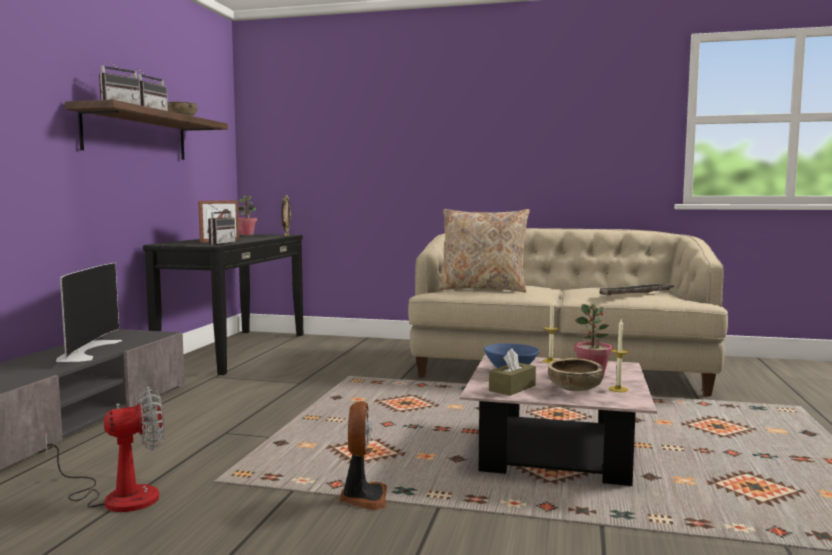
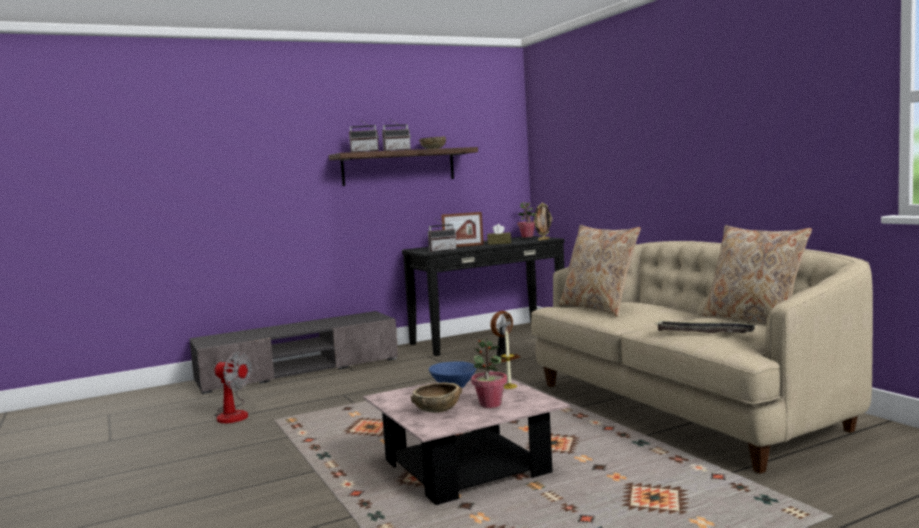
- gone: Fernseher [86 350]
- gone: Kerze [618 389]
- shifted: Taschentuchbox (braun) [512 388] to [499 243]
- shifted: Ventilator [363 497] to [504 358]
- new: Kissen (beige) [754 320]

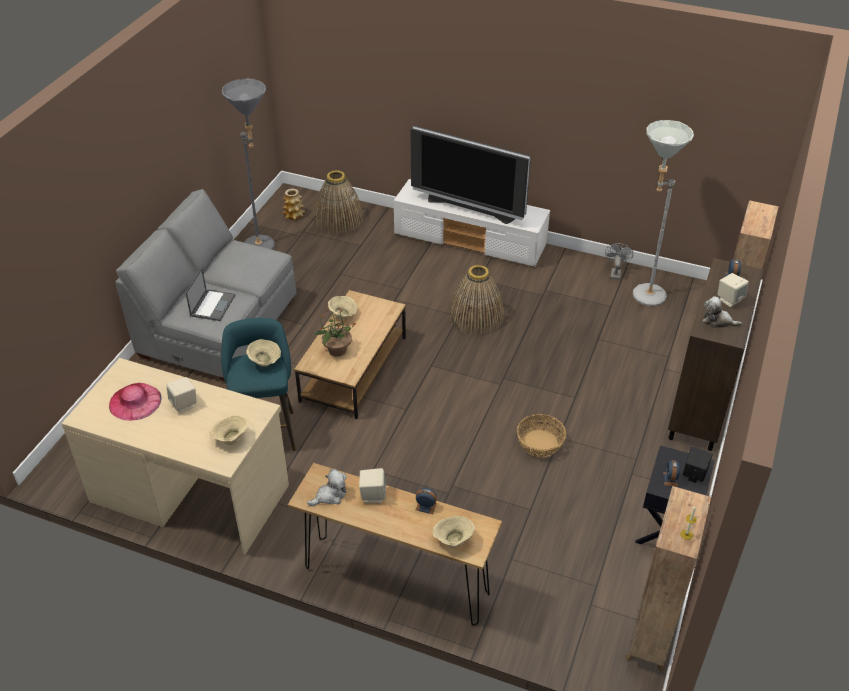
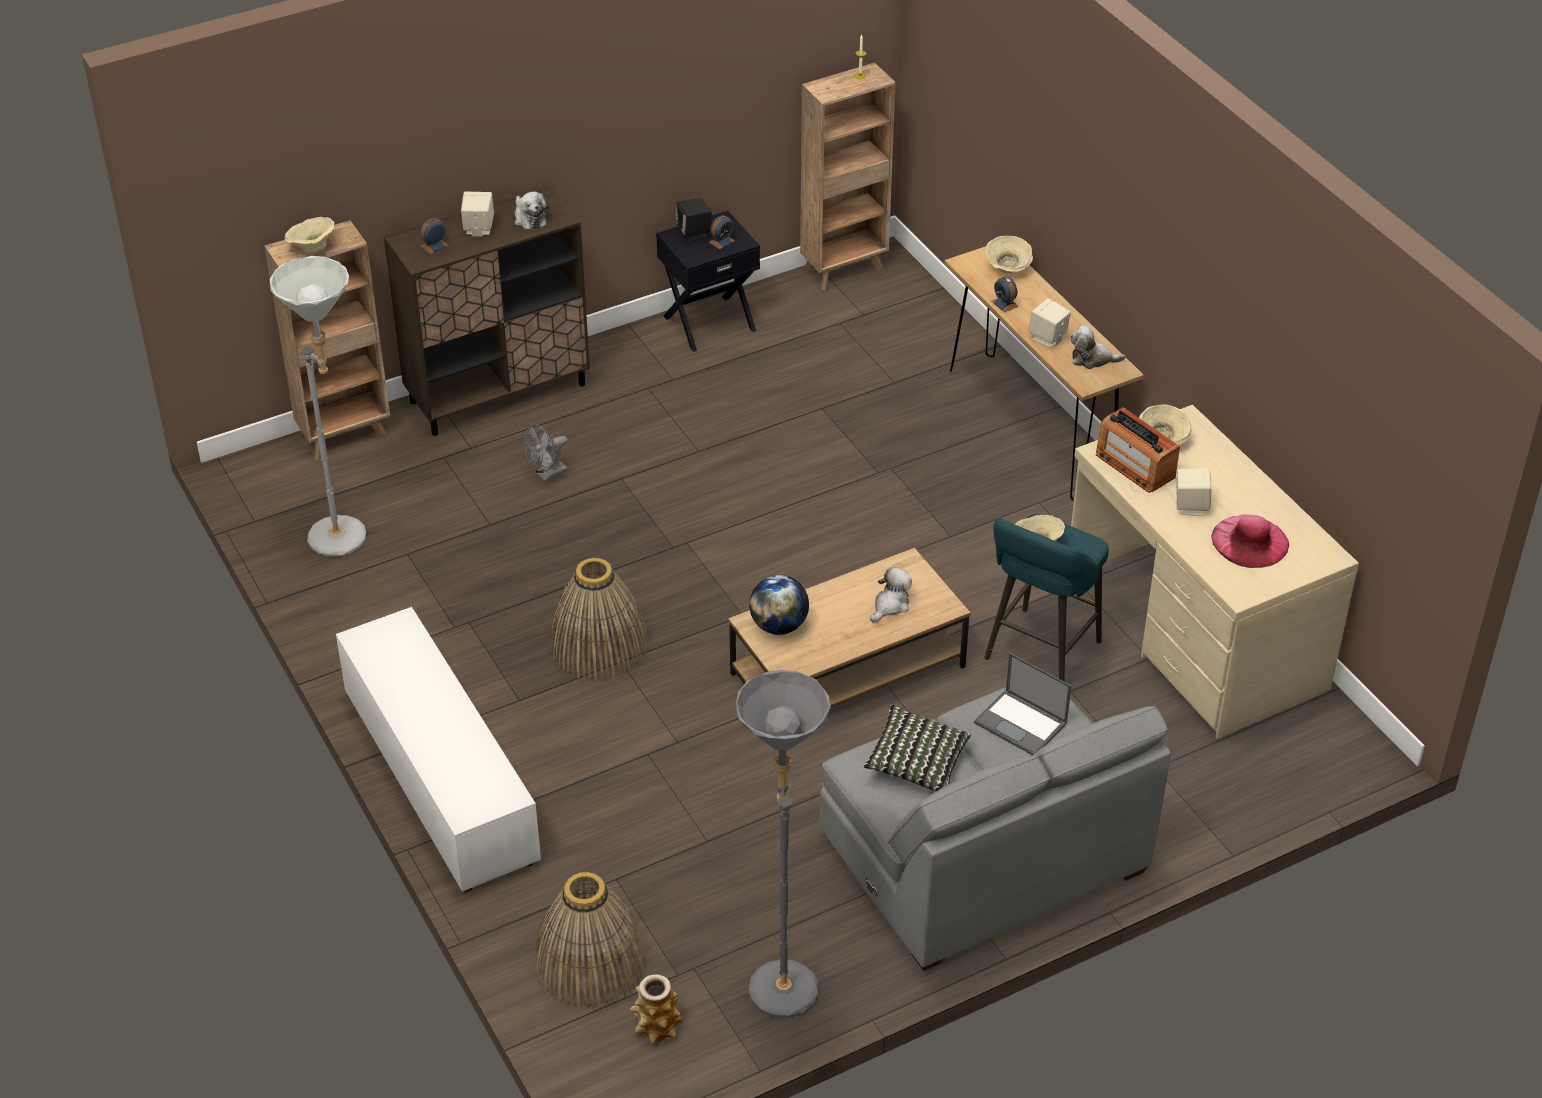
- gone: Fernseher [470 208]
- shifted: Ventilator (grau) [615 272] to [547 474]
- rotated: Laptop [213 305] = [1021 723] 105 degrees counterclockwise
- shifted: Schüssel (beige) [343 315] to [312 248]
- swapped: Topfpflanze [336 350] to Plüschtier [890 605]
- gone: Korb [539 443]
- new: Radio [1134 466]
- new: Globus [779 626]
- new: Kissen [917 763]

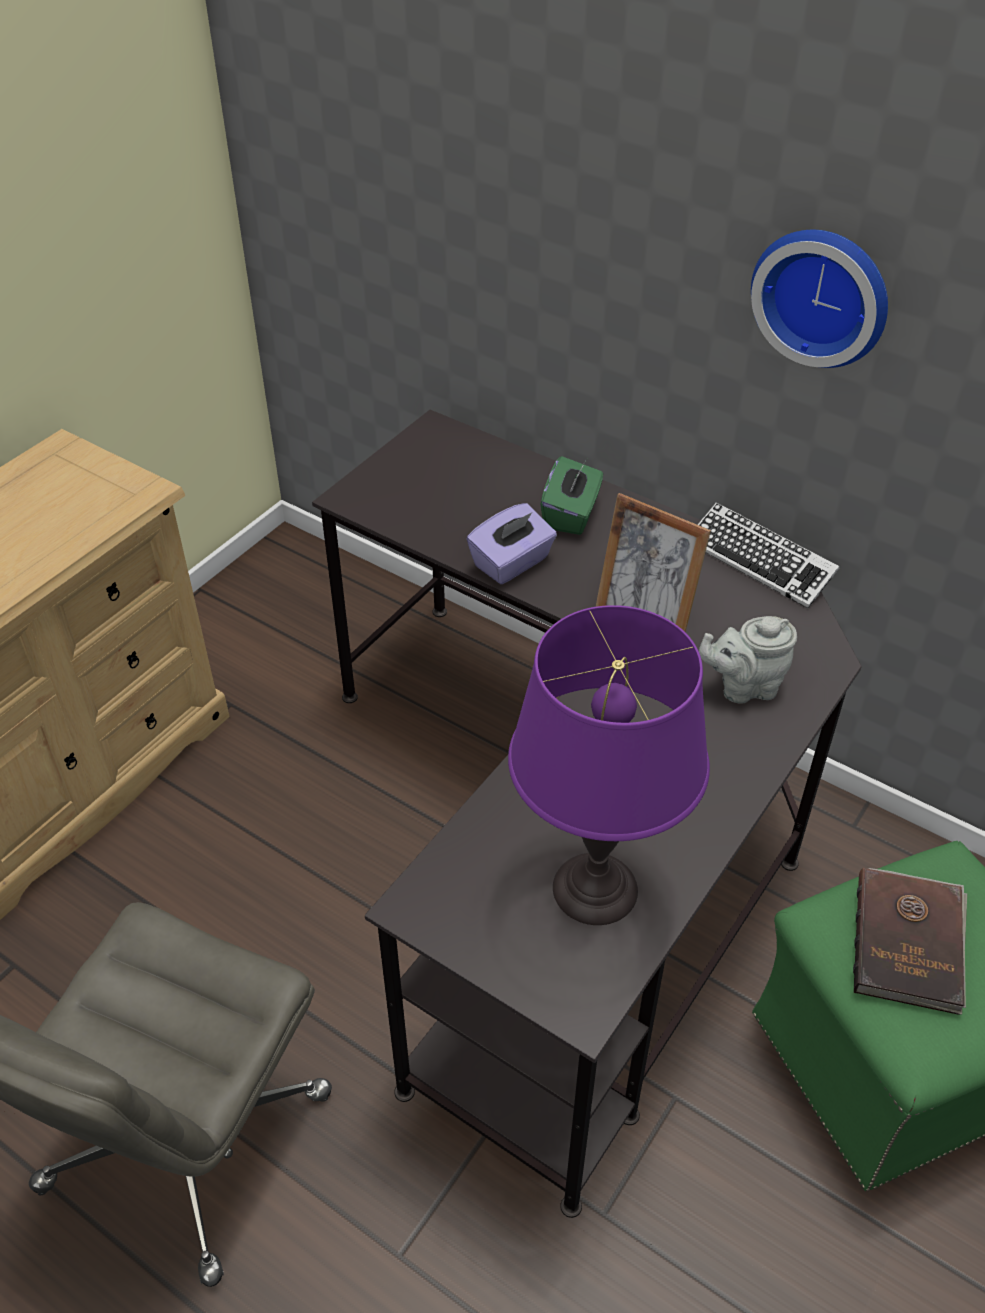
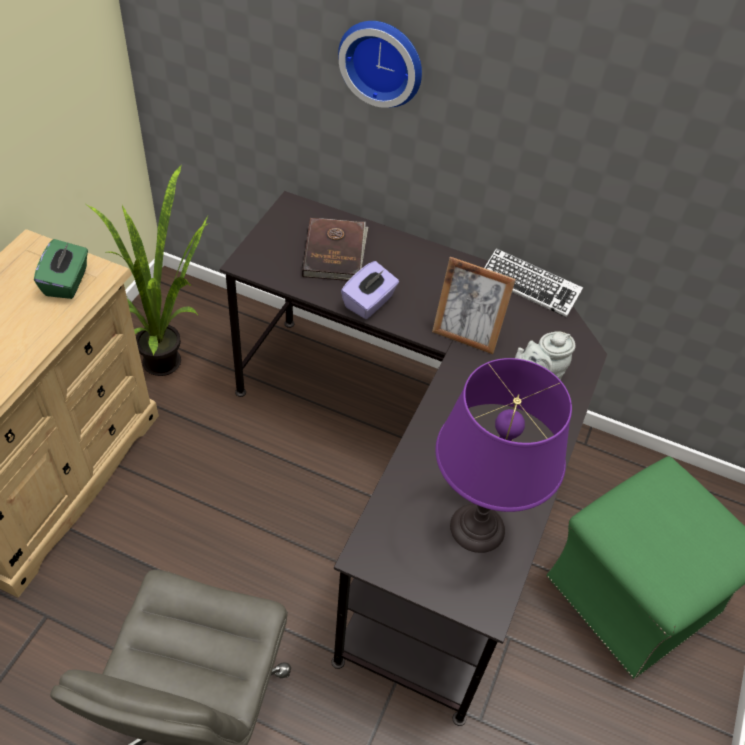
- shifted: Wanduhr [823 294] to [383 61]
- shifted: Taschentuchbox (grün) [571 514] to [67 282]
- shifted: Buch (braun) [909 942] to [335 252]
- new: Topfpflanze [171 360]

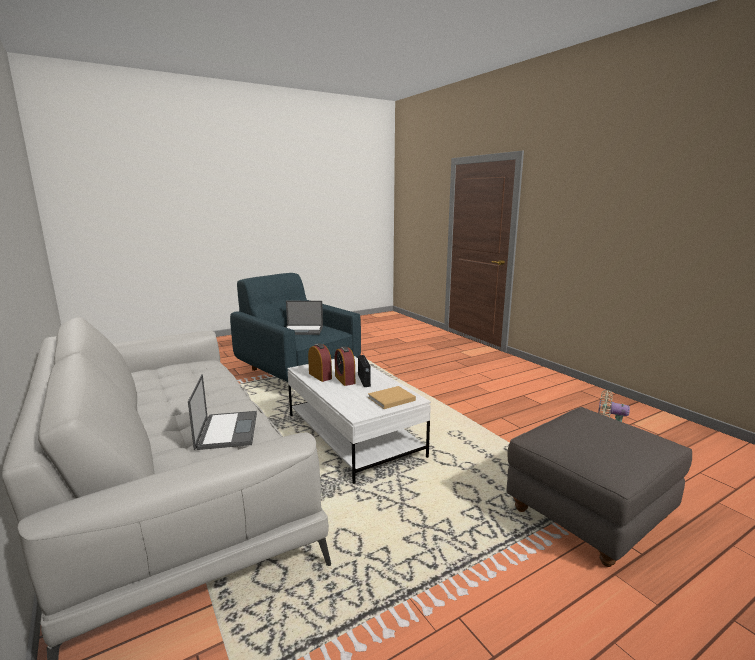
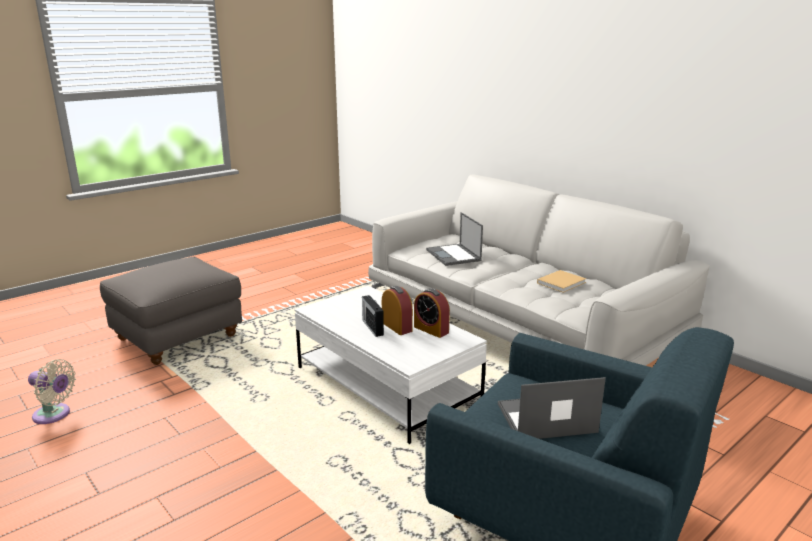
- shifted: Buch (beige) [390 399] to [562 282]

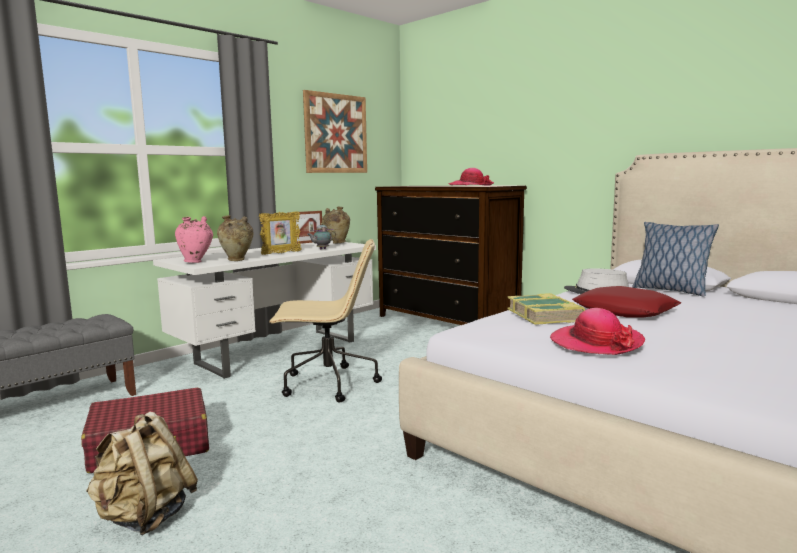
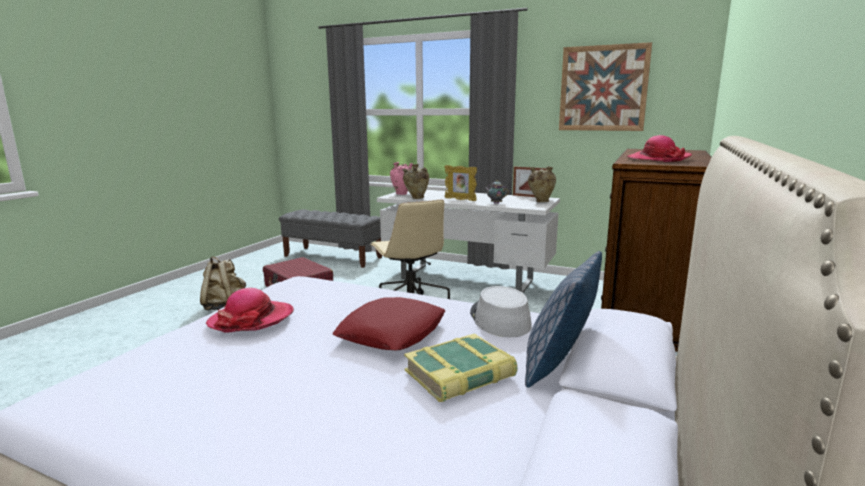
- shifted: Buch [545 315] to [460 375]

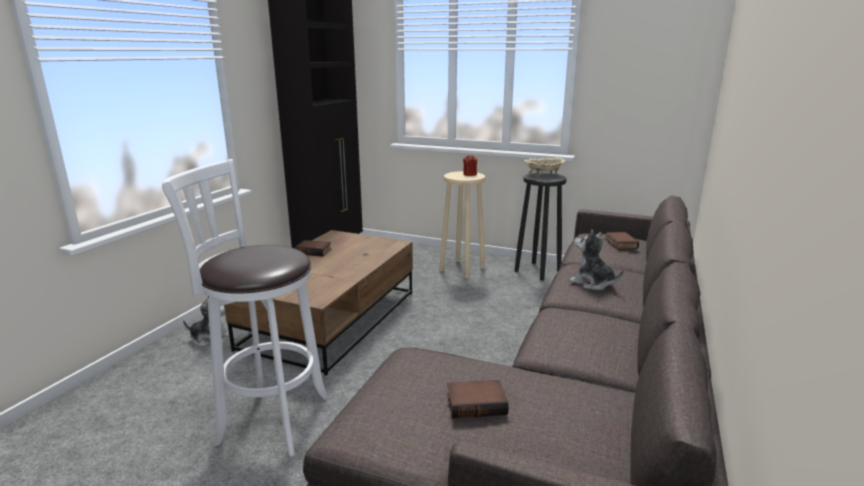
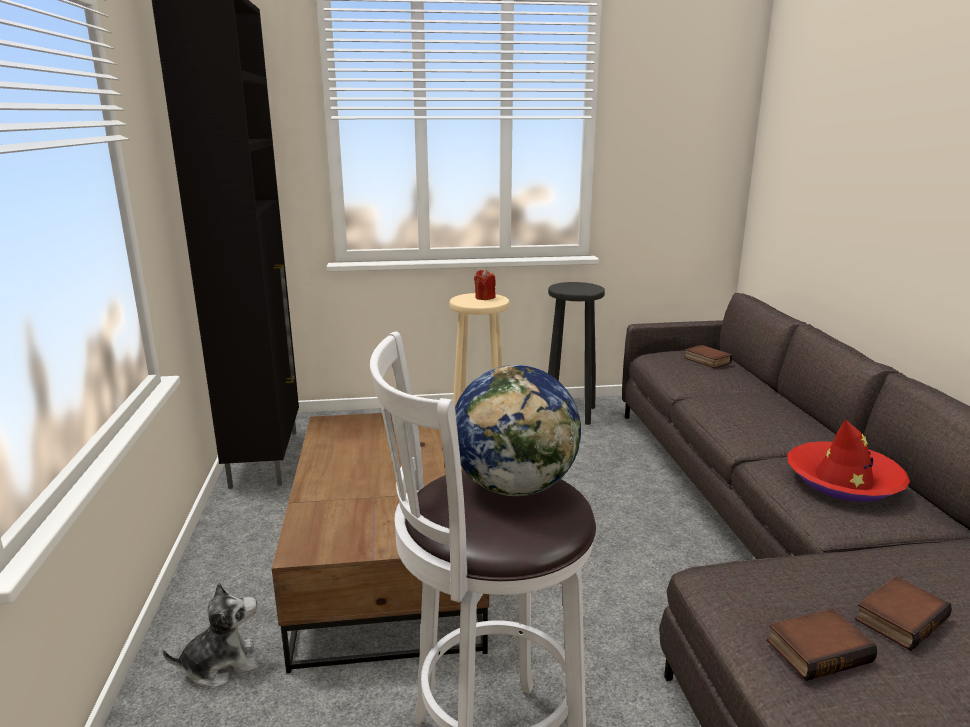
- gone: Schüssel (beige) [543 175]
- gone: Plüschtier [592 283]
- shifted: Buch [314 251] to [817 649]
- new: Globus [515 487]
- new: Hut (rot) [843 481]

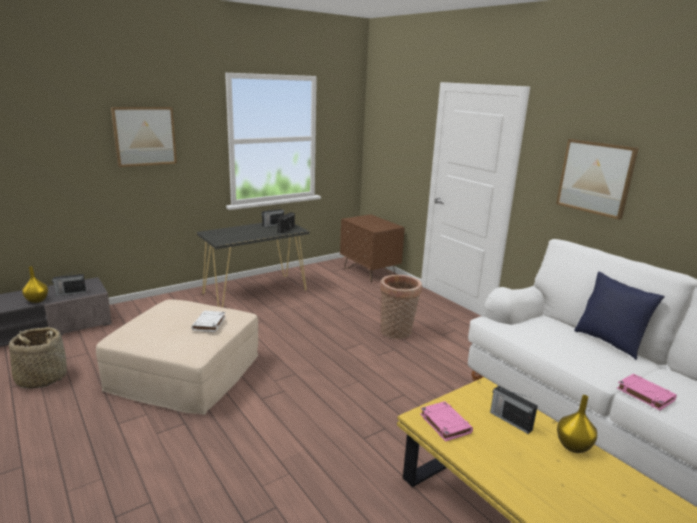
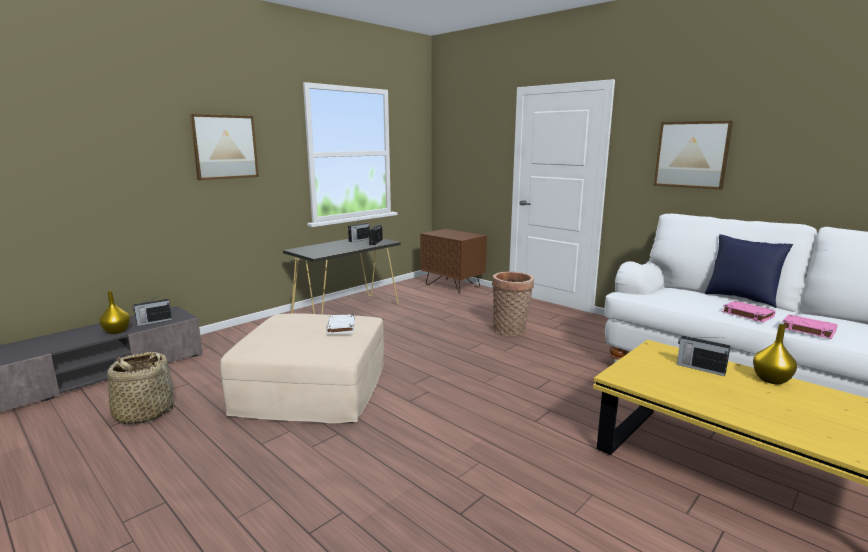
- shifted: Buch (rosa) [444 423] to [747 314]

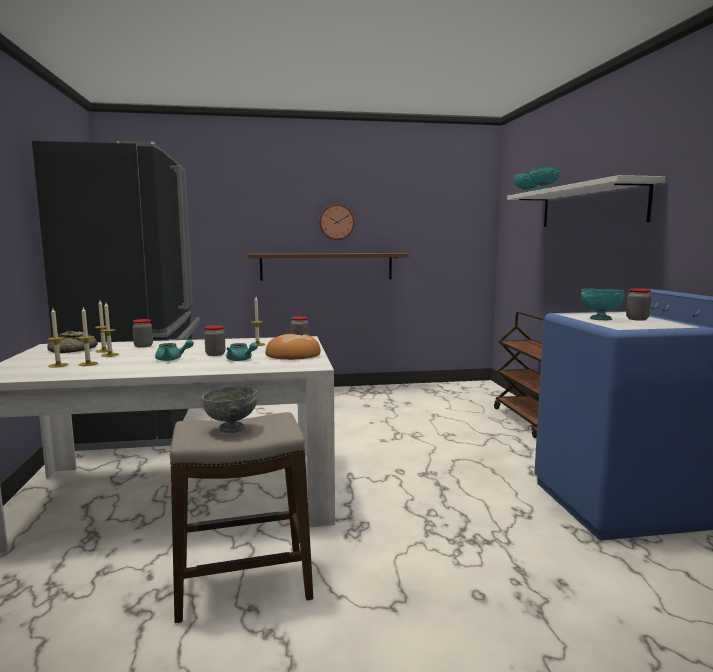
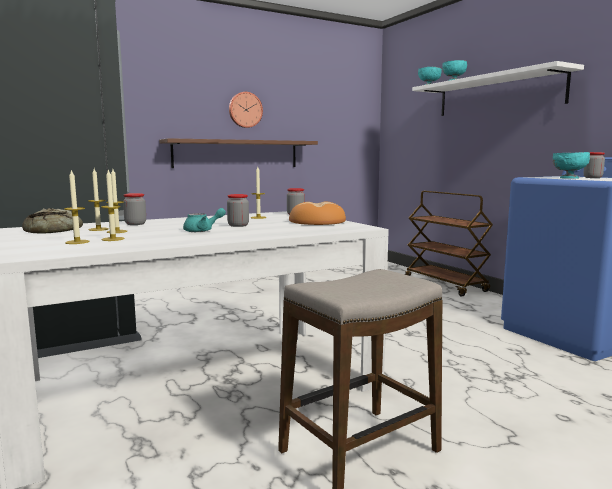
- gone: Teekanne (türkis) [241 360]
- gone: Schüssel (grau) [231 429]

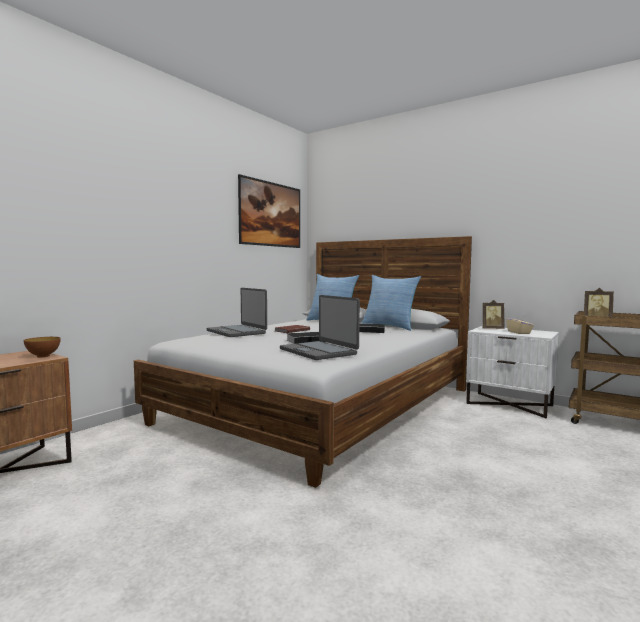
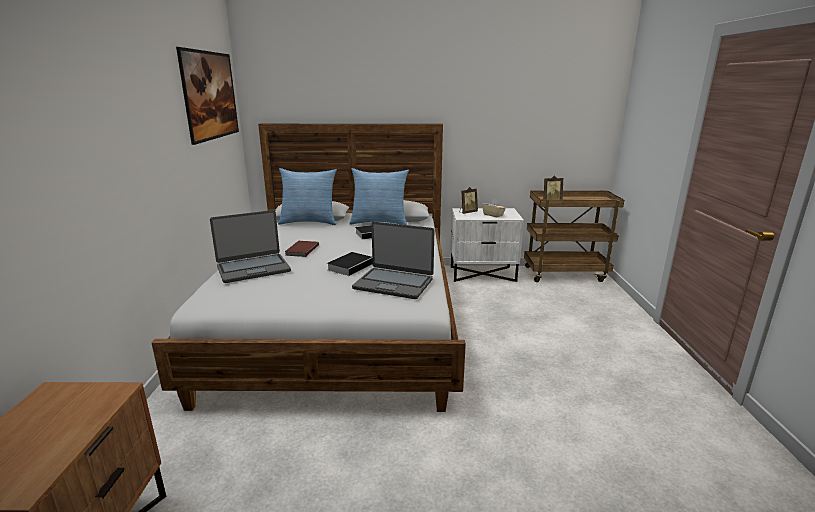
- rotated: Laptop [237 332] = [253 269] 45 degrees counterclockwise
- gone: Schüssel [43 356]

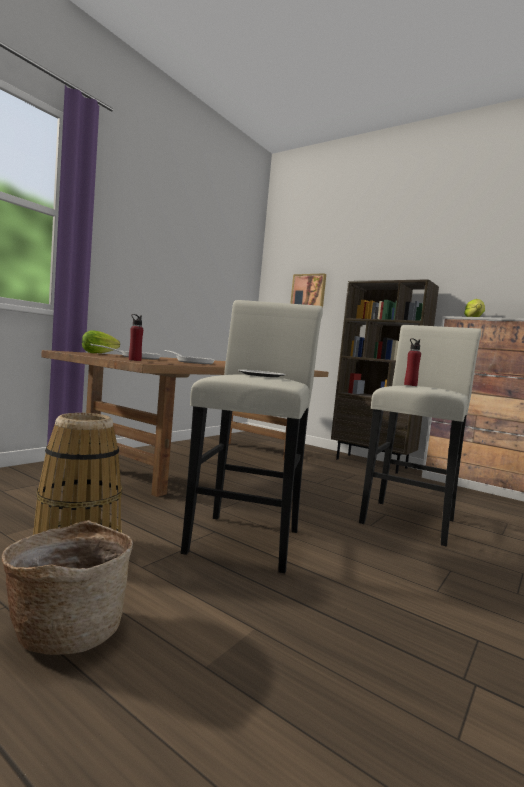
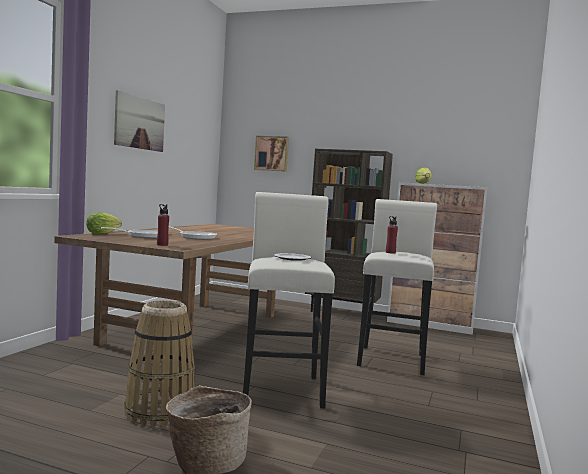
- new: Bild [140 123]

